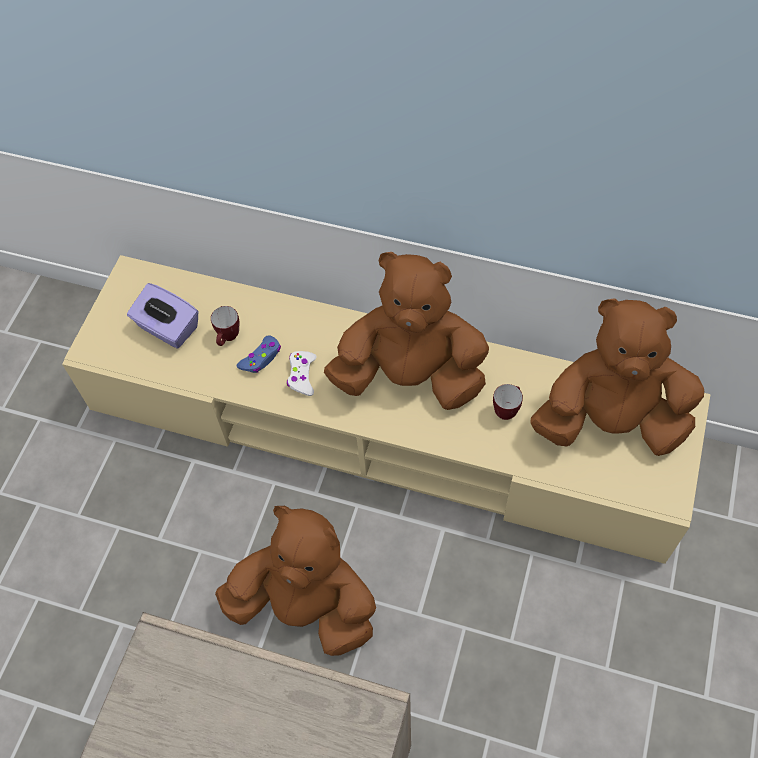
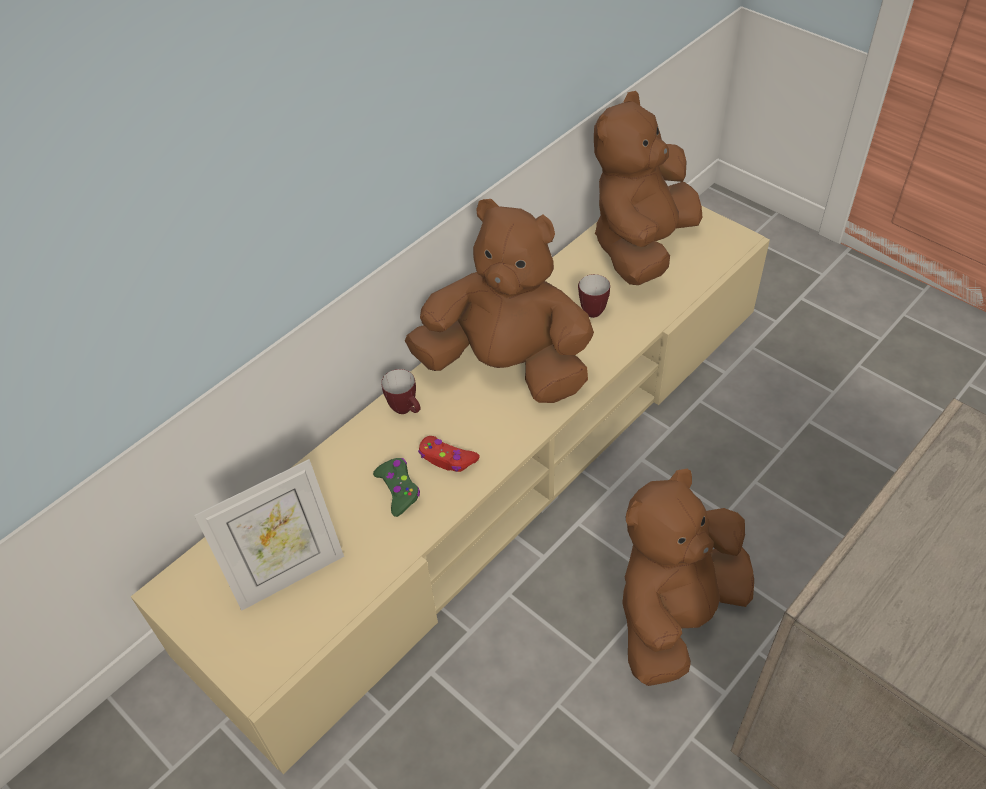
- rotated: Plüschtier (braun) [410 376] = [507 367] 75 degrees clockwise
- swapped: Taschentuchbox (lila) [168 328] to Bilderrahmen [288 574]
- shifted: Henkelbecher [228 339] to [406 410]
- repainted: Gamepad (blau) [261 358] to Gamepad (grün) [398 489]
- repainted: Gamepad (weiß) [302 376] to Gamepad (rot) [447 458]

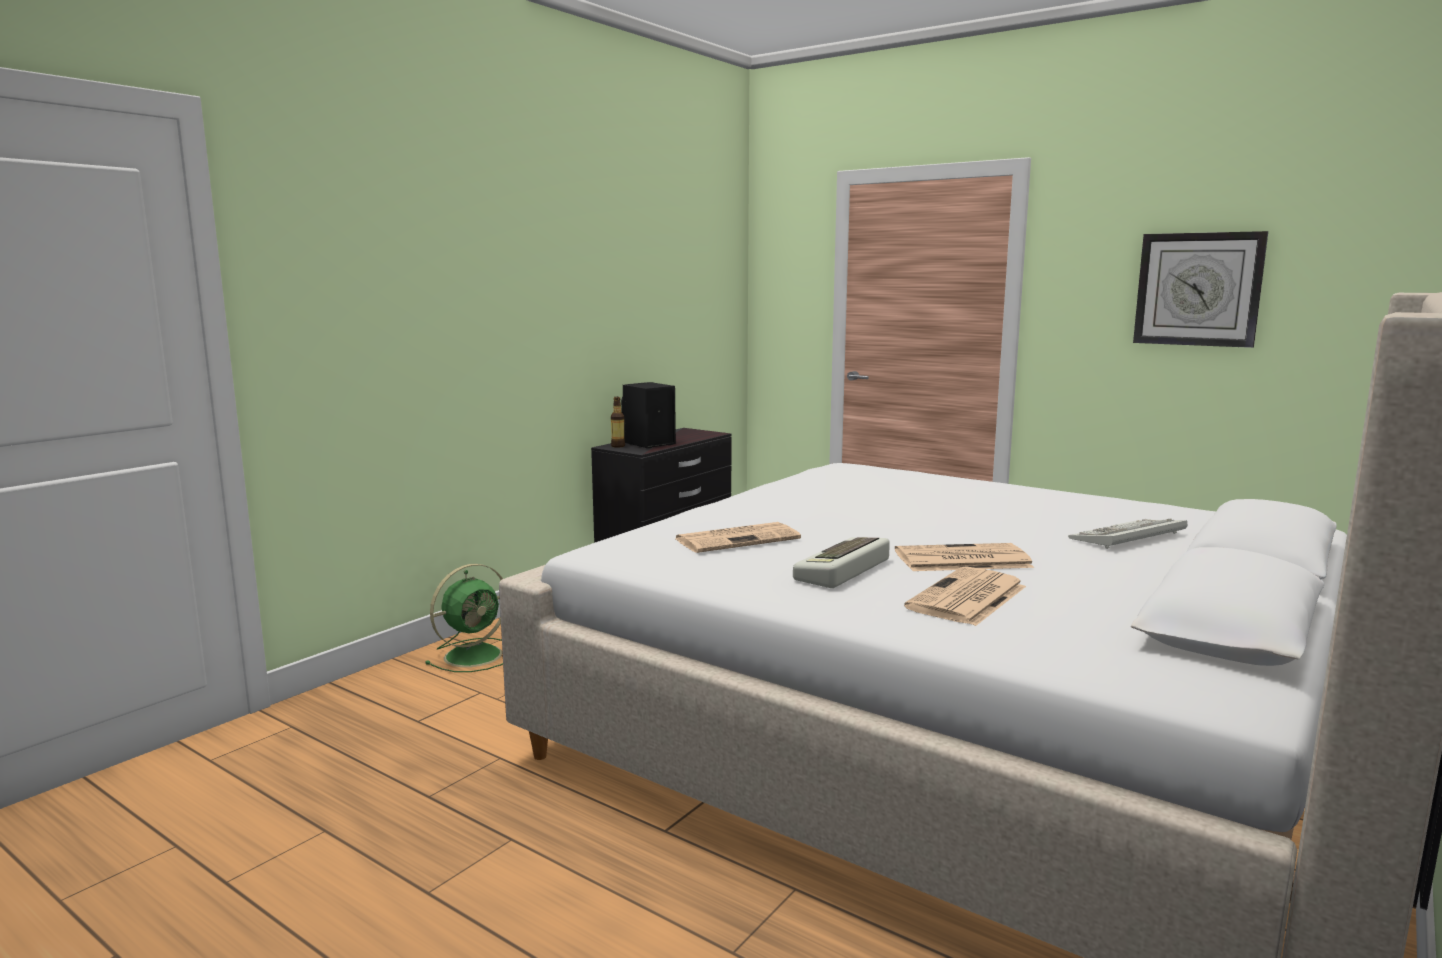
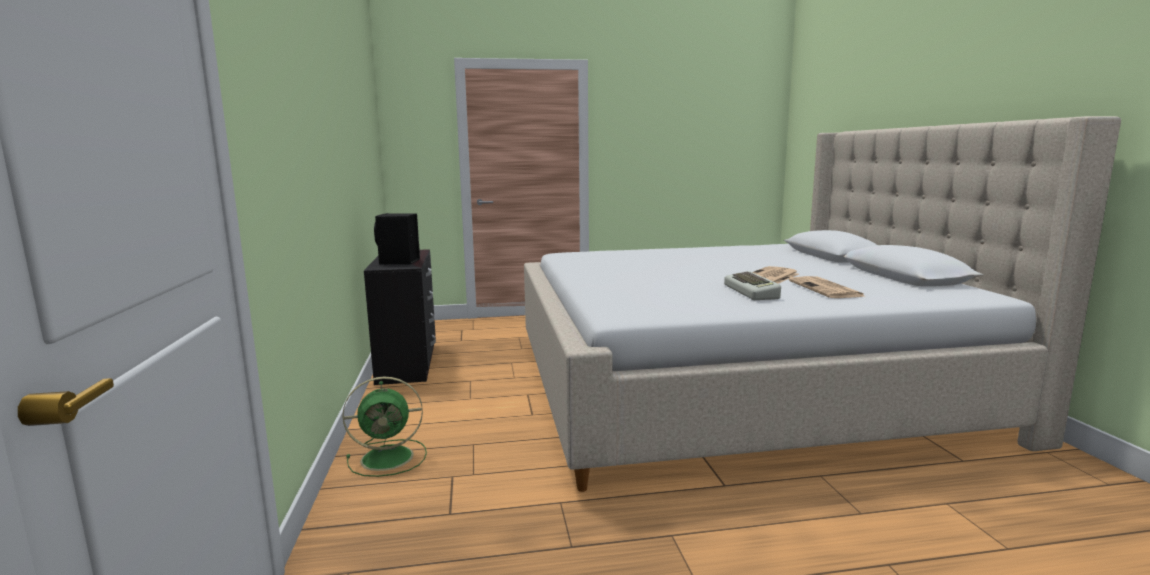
- gone: Wanduhr [1198 289]
- gone: Flasche [618 446]
- gone: Tastatur [1127 537]
- gone: Zeitung [738 539]
- rotated: Ventilator (grün) [475 655] = [389 457] 75 degrees clockwise

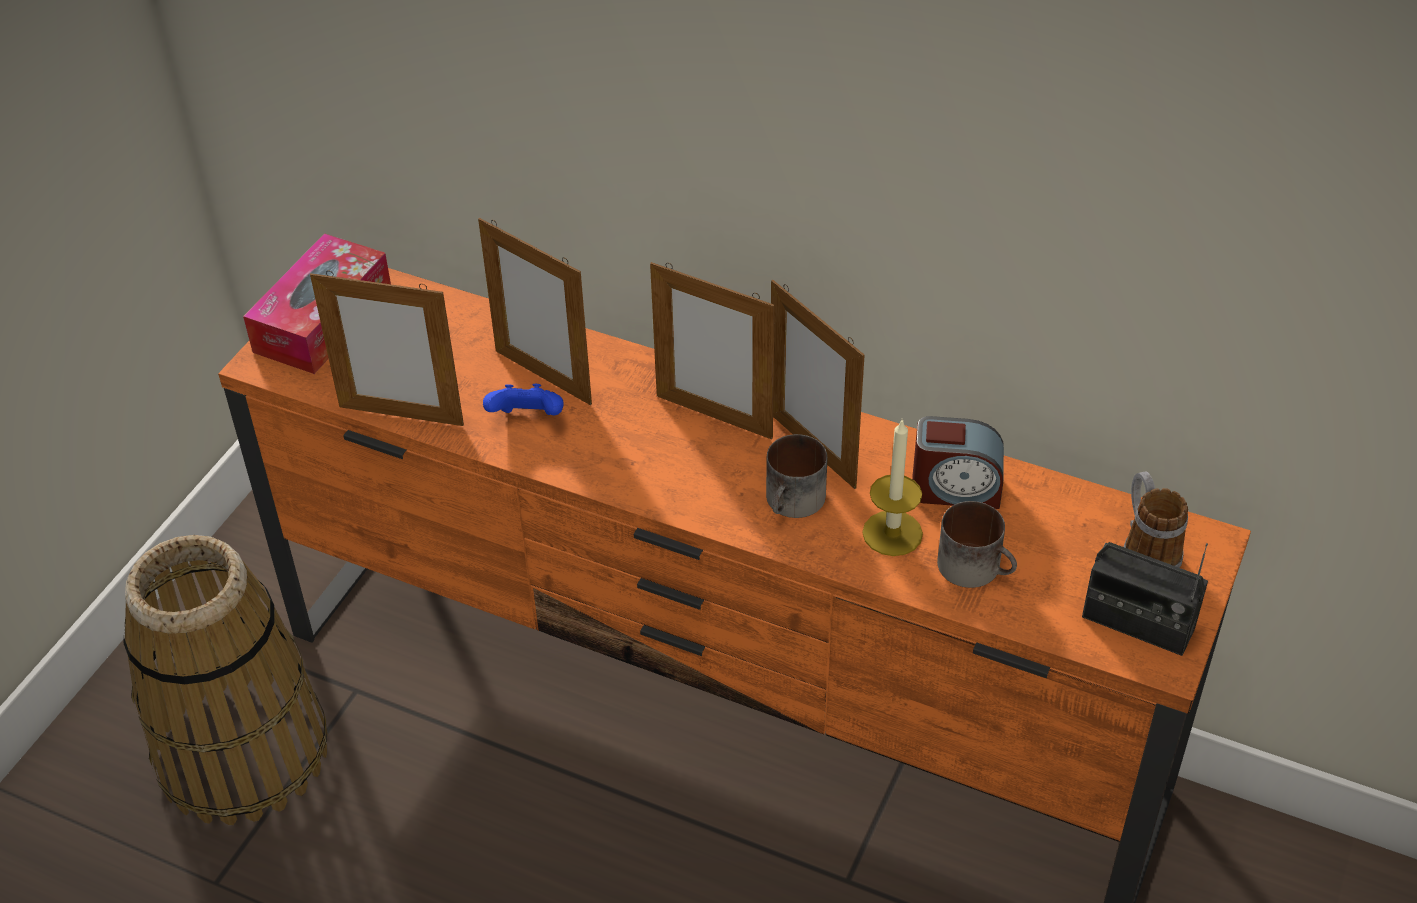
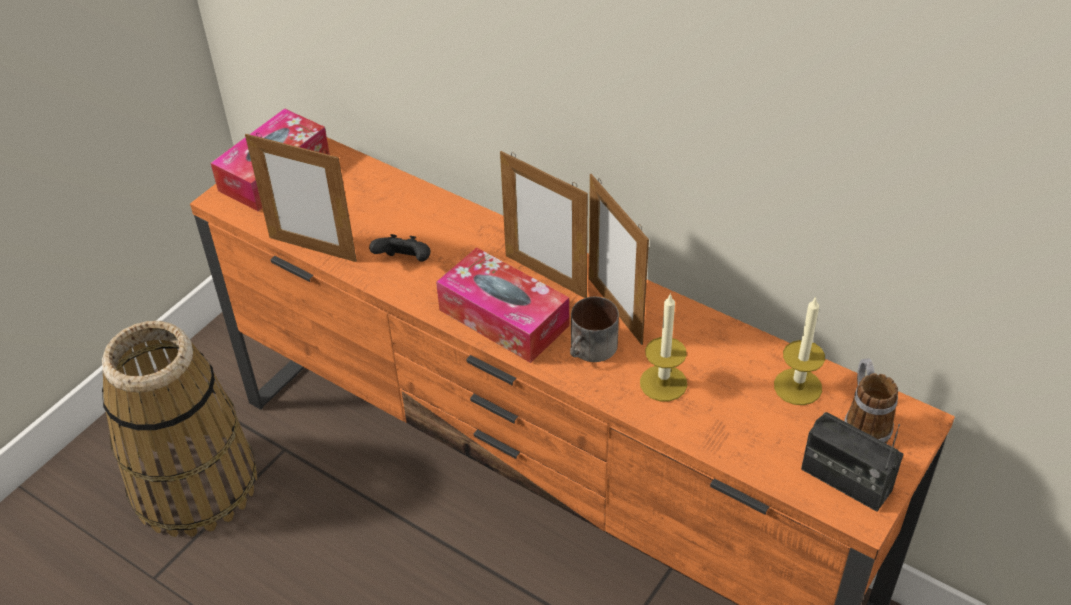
- gone: Bilderrahmen [543 377]
- repainted: Gamepad (blau) [528 419] to Gamepad (schwarz) [405 262]
- gone: Wecker [955 489]
- gone: Henkelbecher [977 567]
- new: Taschentuchbox [503 318]
- new: Kerze [797 386]

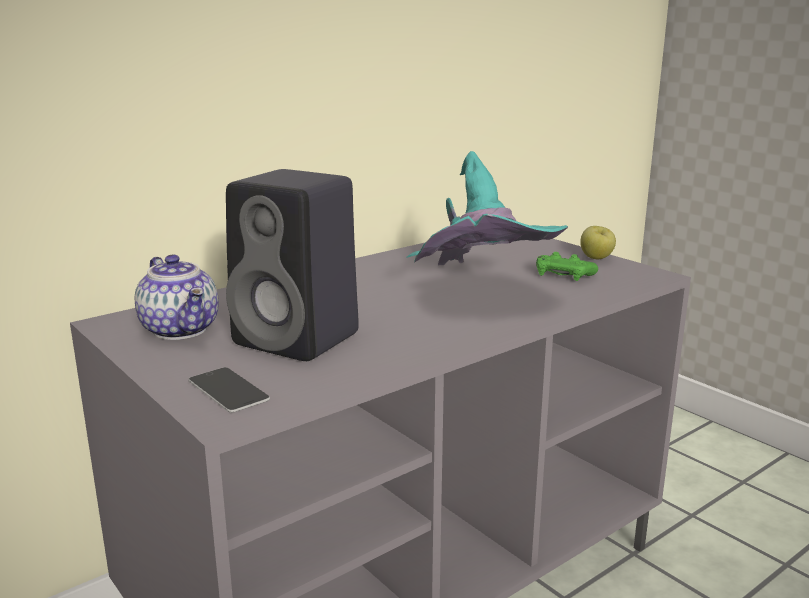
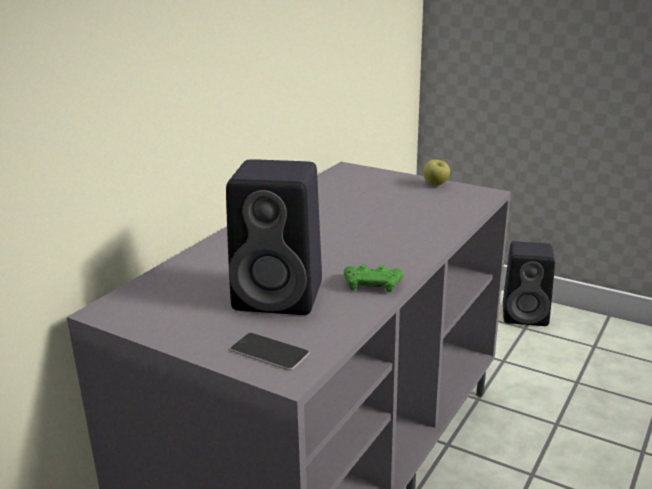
- gone: Hut (türkis) [479 293]
- shifted: Gamepad (grün) [564 274] to [372 284]
- gone: Teekanne [182 330]
- new: Lautsprecher (schwarz) [526 315]

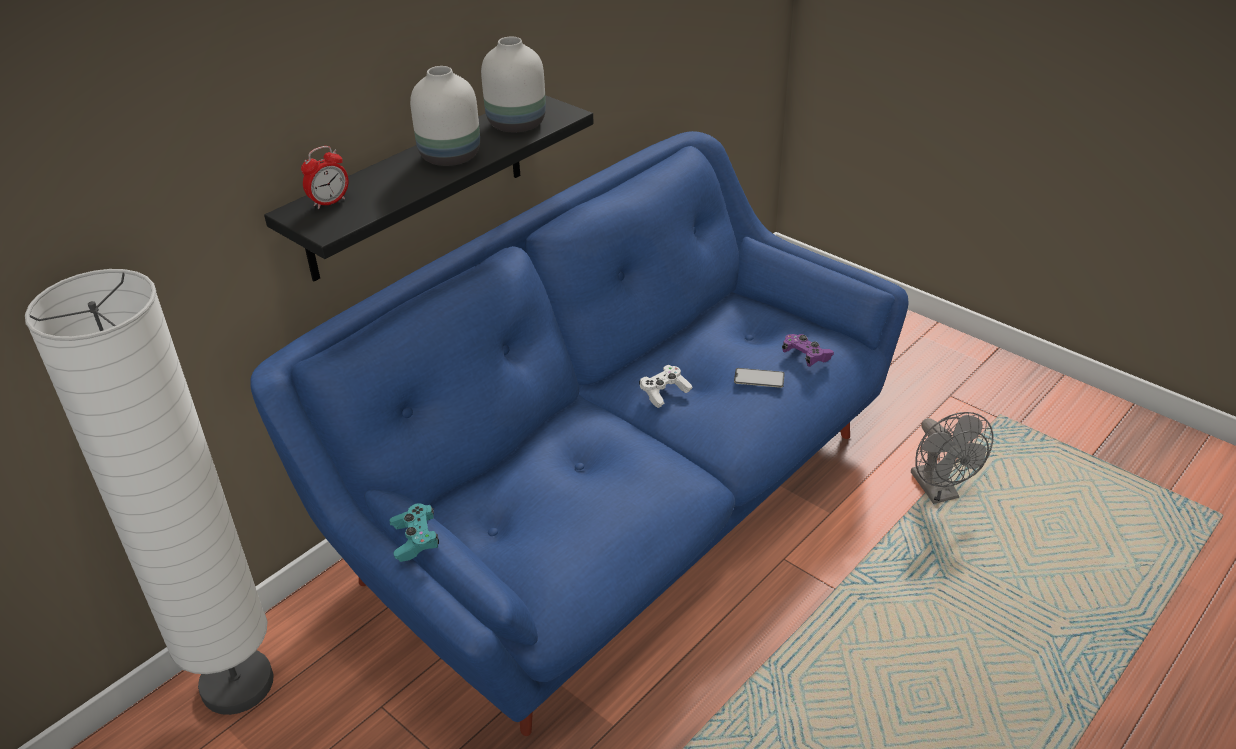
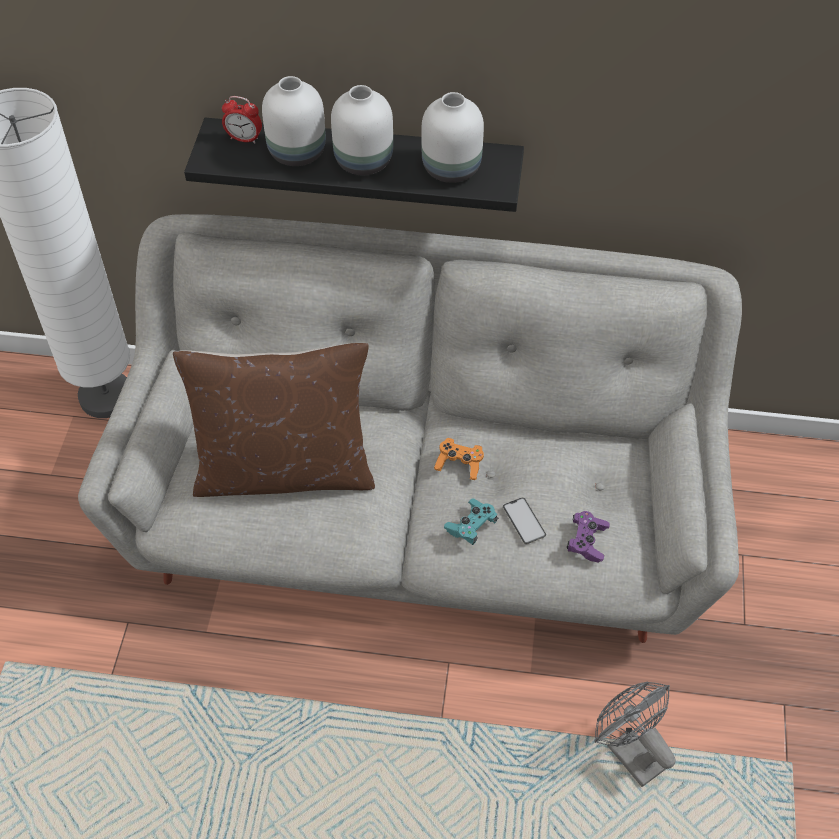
- repainted: Sofa (blau) [621 508] to Sofa (grau) [420 516]
- repainted: Gamepad (weiß) [664 393] to Gamepad (orange) [459 464]
- rotated: Ventilator (grau) [939 491] = [628 751] 105 degrees clockwise
- shifted: Gamepad (türkis) [415 540] to [471 526]
- new: Vase (weiß) [298 153]
- new: Kissen (braun) [284 469]

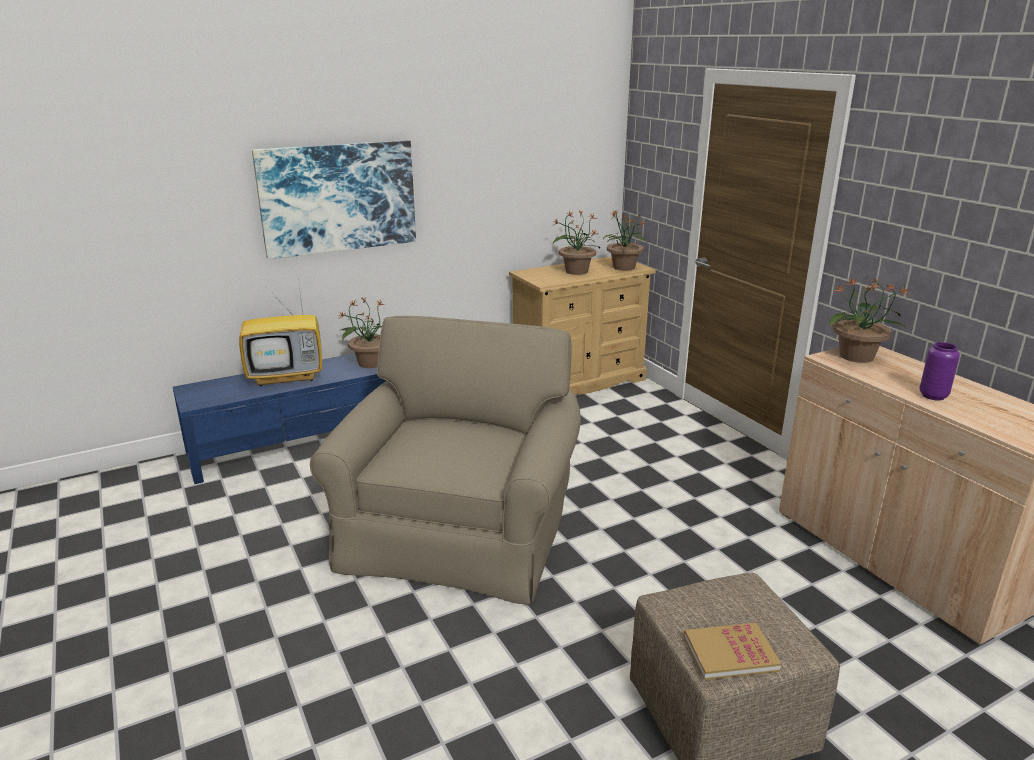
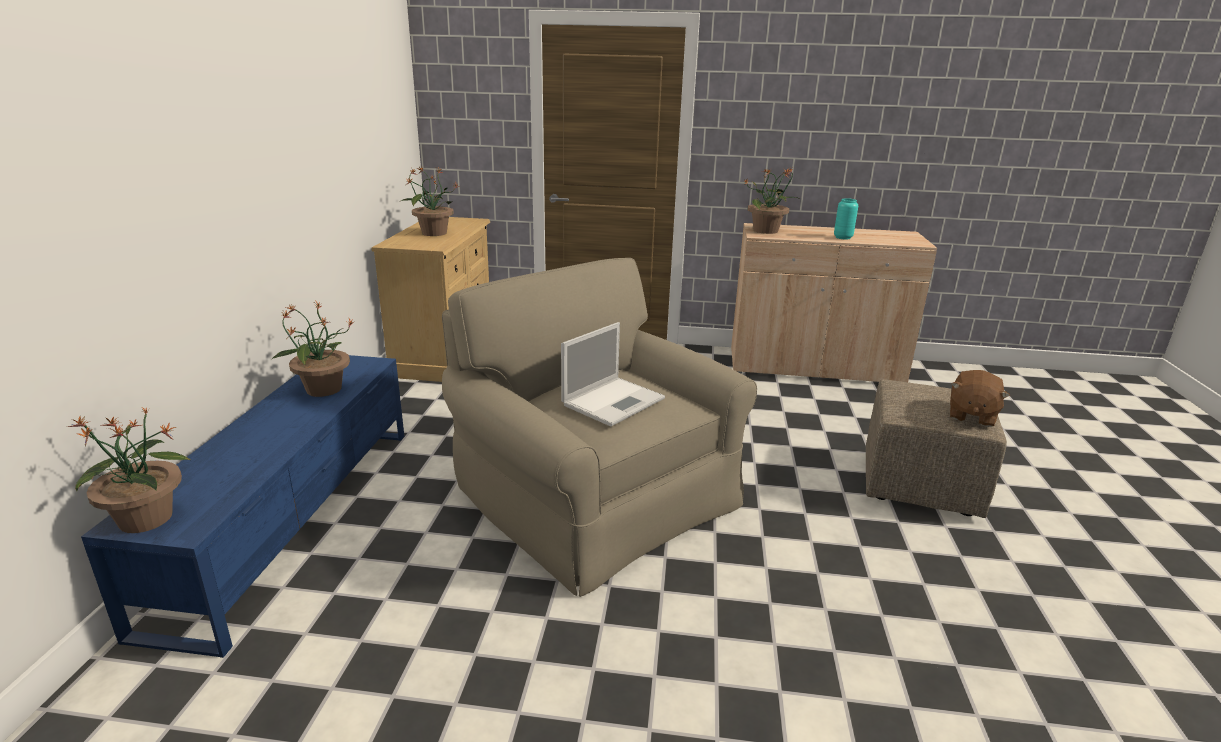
- gone: Bild [338 198]
- shifted: Topfpflanze [623 268] to [146 520]
- gone: Fernseher [288 376]
- repainted: Vase (lila) [933 396] to Vase (türkis) [843 237]
- swapped: Buch [730 653] to Plüschtier (braun) [971 415]
- new: Laptop [614 401]

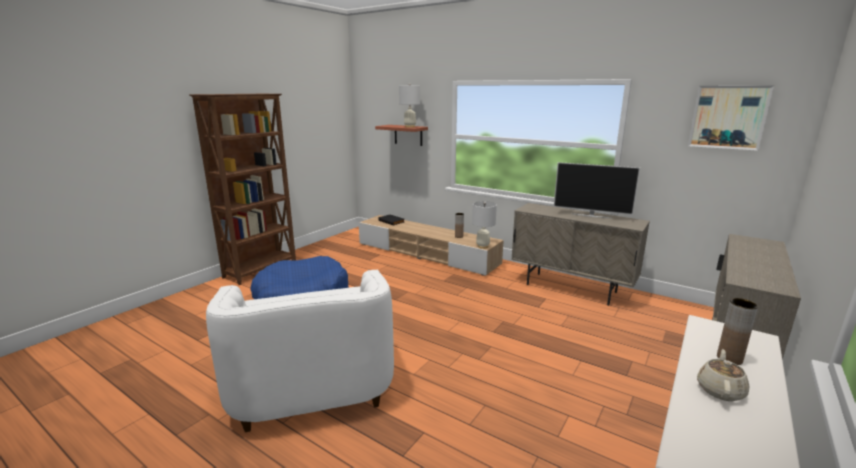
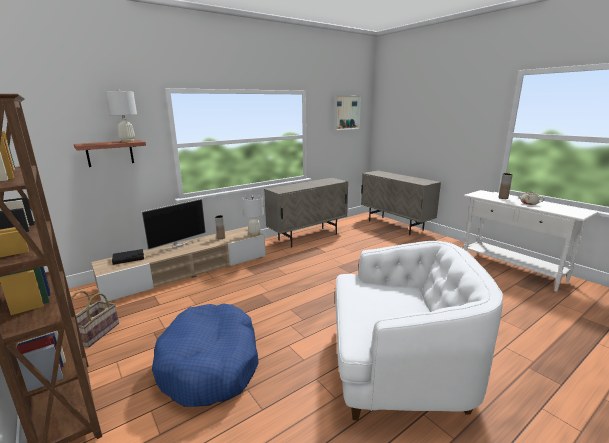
- shifted: Fernseher [591 216] to [177 245]
- new: Korb [95 333]

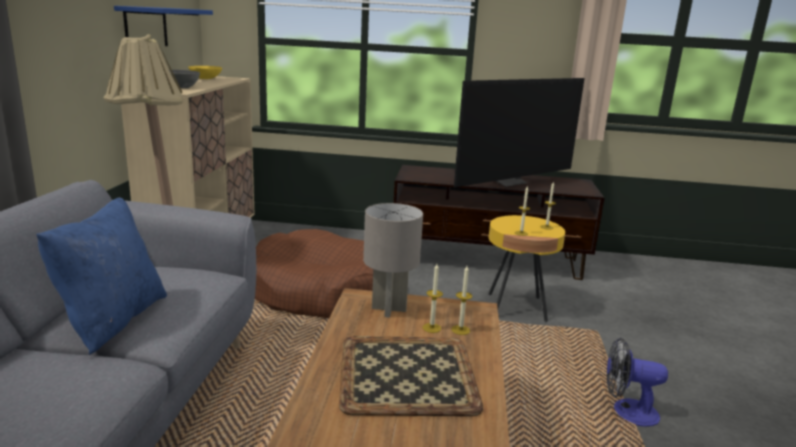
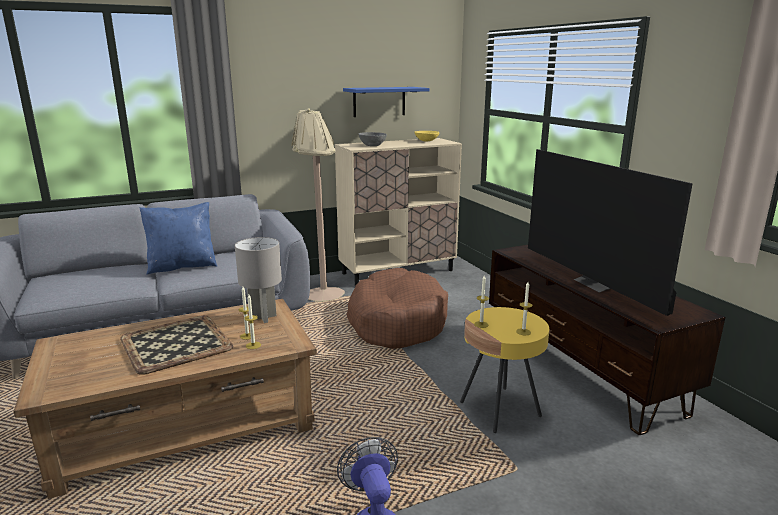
- rotated: Fernseher [509 182] = [596 284] 45 degrees clockwise

